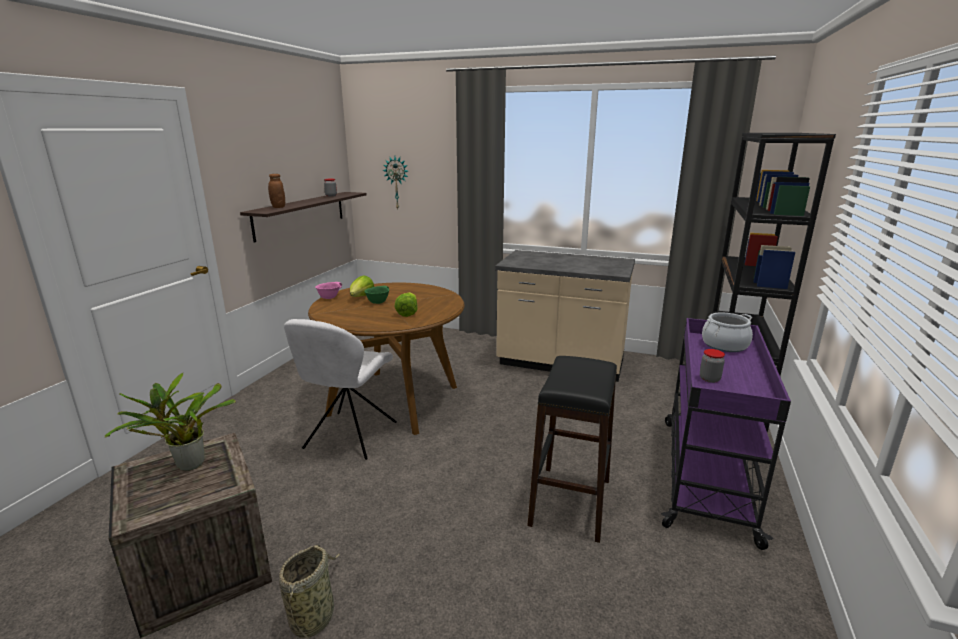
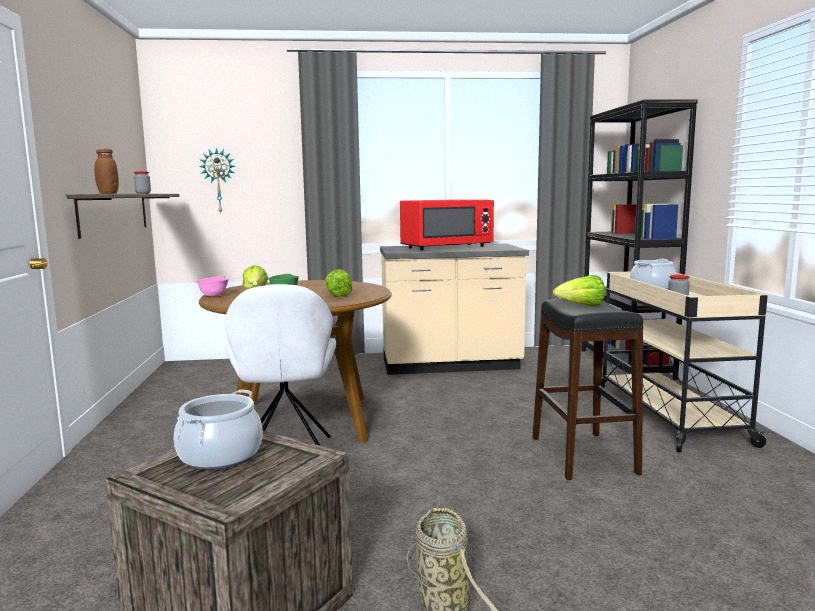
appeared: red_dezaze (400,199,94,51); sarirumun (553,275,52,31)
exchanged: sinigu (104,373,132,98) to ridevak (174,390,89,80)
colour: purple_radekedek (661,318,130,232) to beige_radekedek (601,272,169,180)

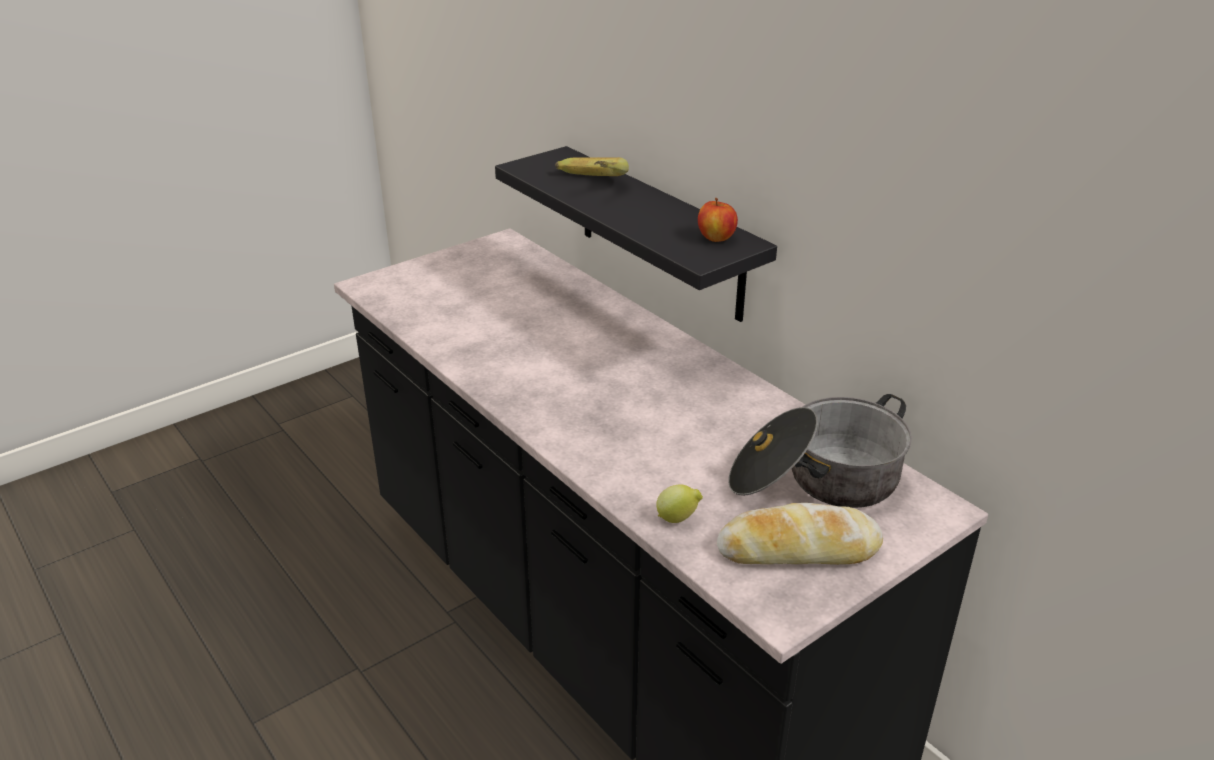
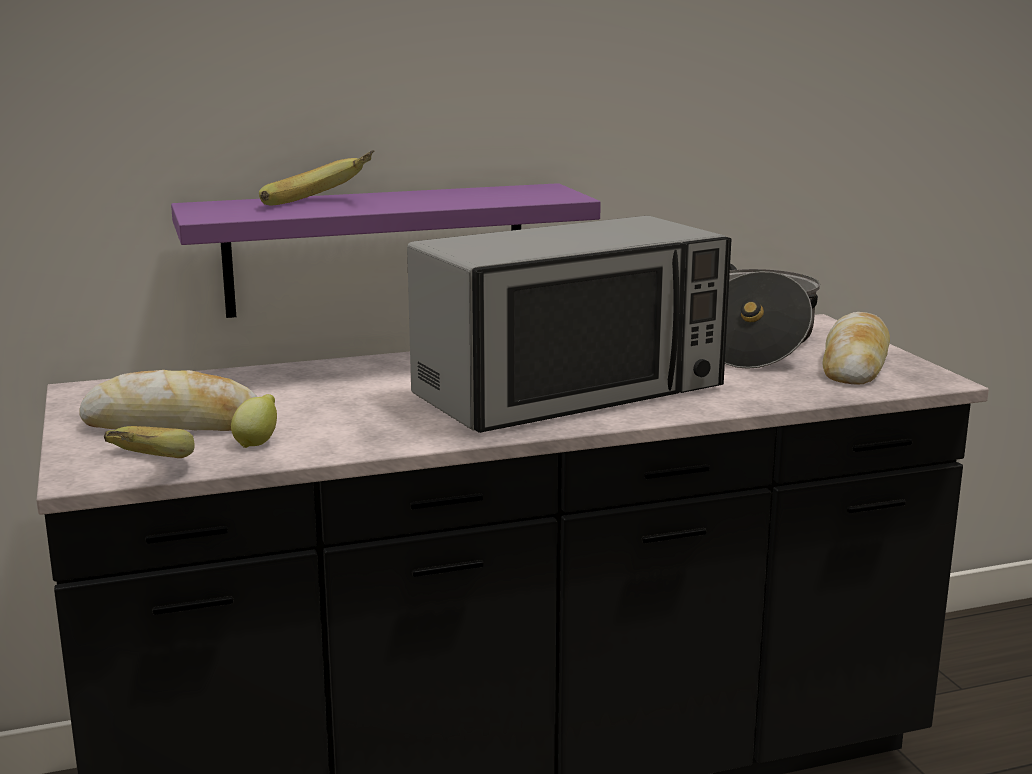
missing: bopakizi (698,198,40,44)
appeared: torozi (79,370,178,61); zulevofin (104,426,91,32); dezaze (407,216,324,217)
relocated: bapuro (656,484,47,39) to (231,394,46,54)
colour: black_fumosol (495,146,282,176) to purple_fumosol (171,183,430,135)

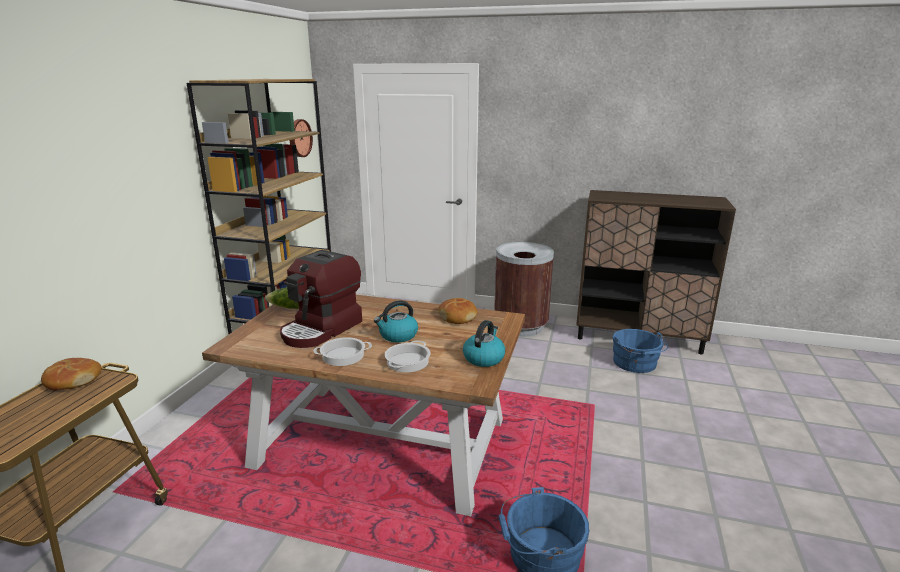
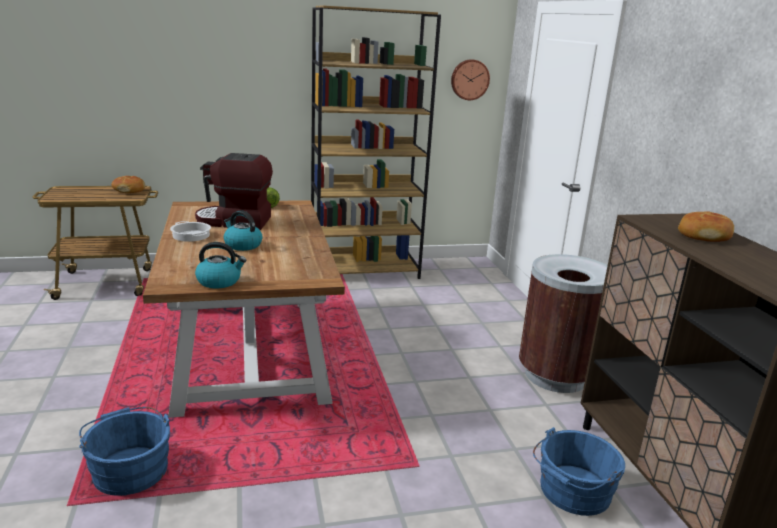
missing: ridevak (385,341,46,31)
relocated: torozi (439,298,38,26) to (678,211,56,31)

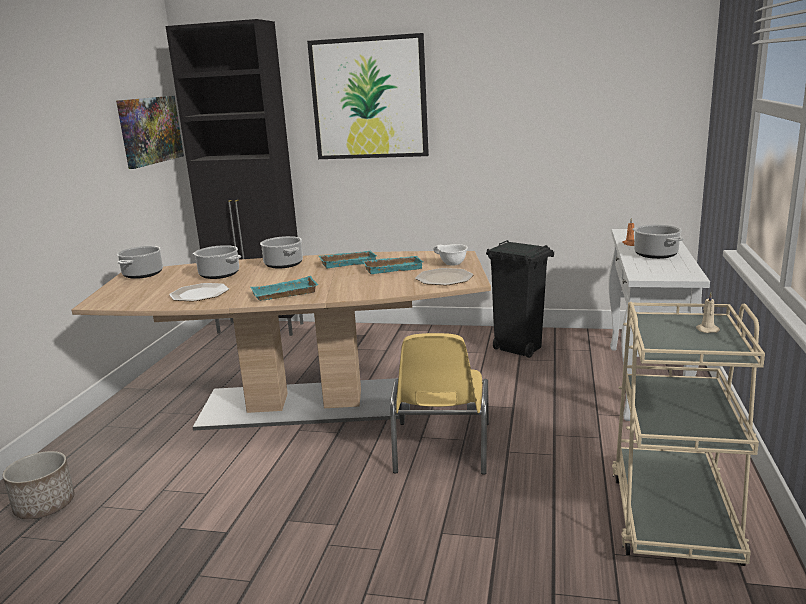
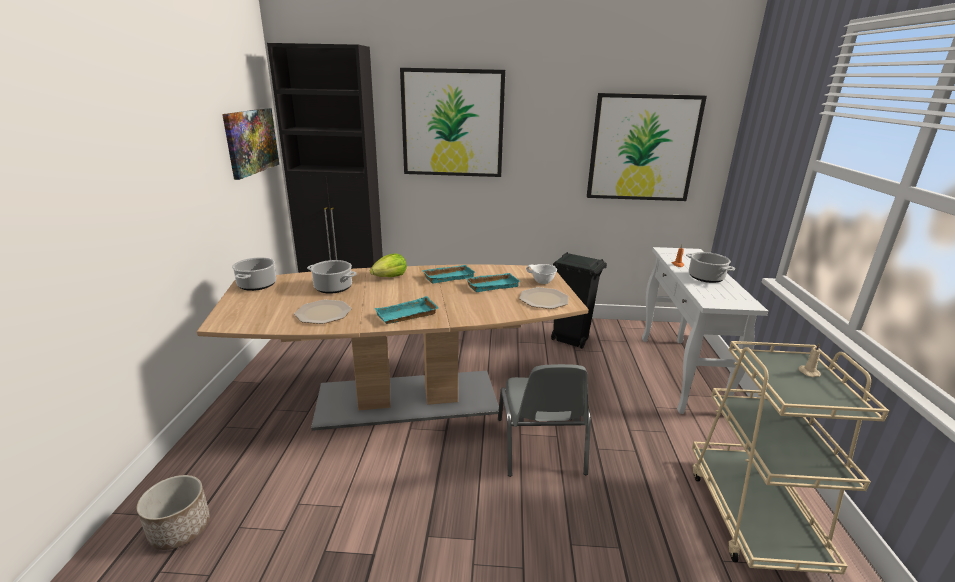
appeared: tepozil (587,93,120,108)
exchanged: ridevak (260,236,43,32) to sarirumun (370,254,37,23)
colour: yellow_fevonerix (390,333,99,142) to grey_fevonerix (498,364,93,113)

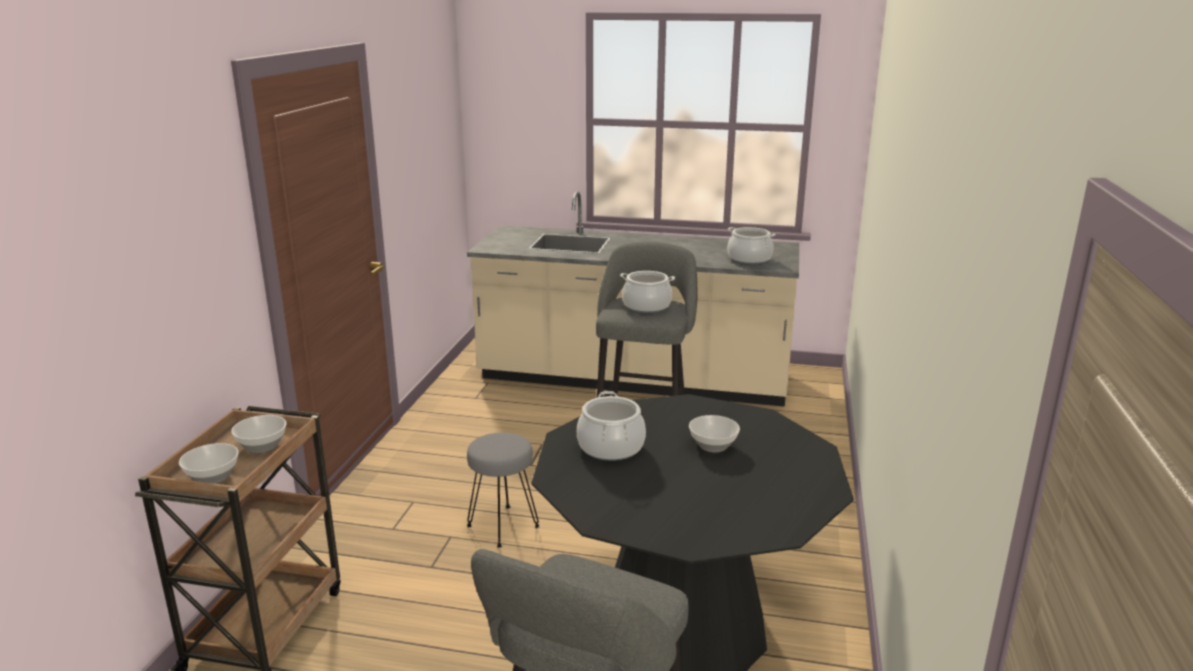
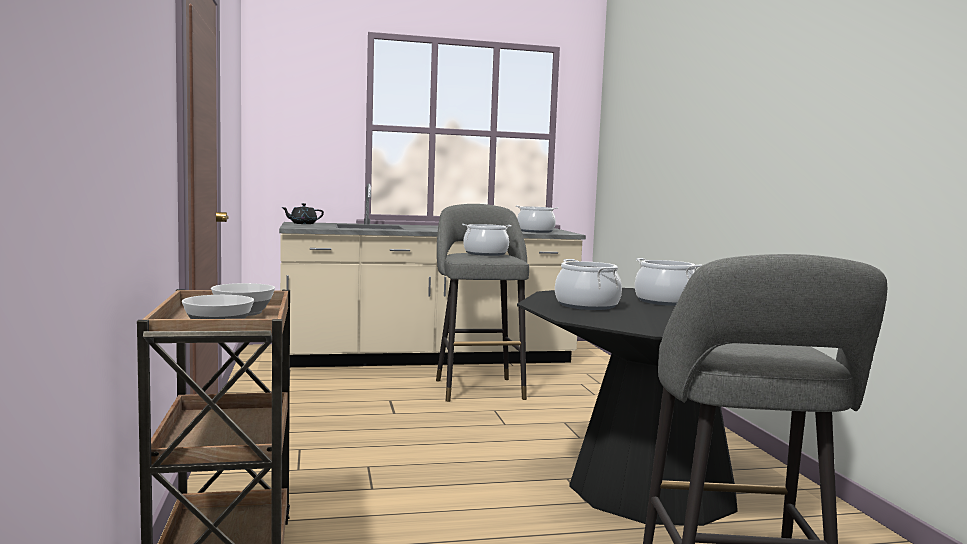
missing: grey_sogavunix (467,432,73,116)
appeared: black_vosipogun (281,203,43,21)
exchanged: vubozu (689,415,51,37) to ridevak (635,258,67,48)

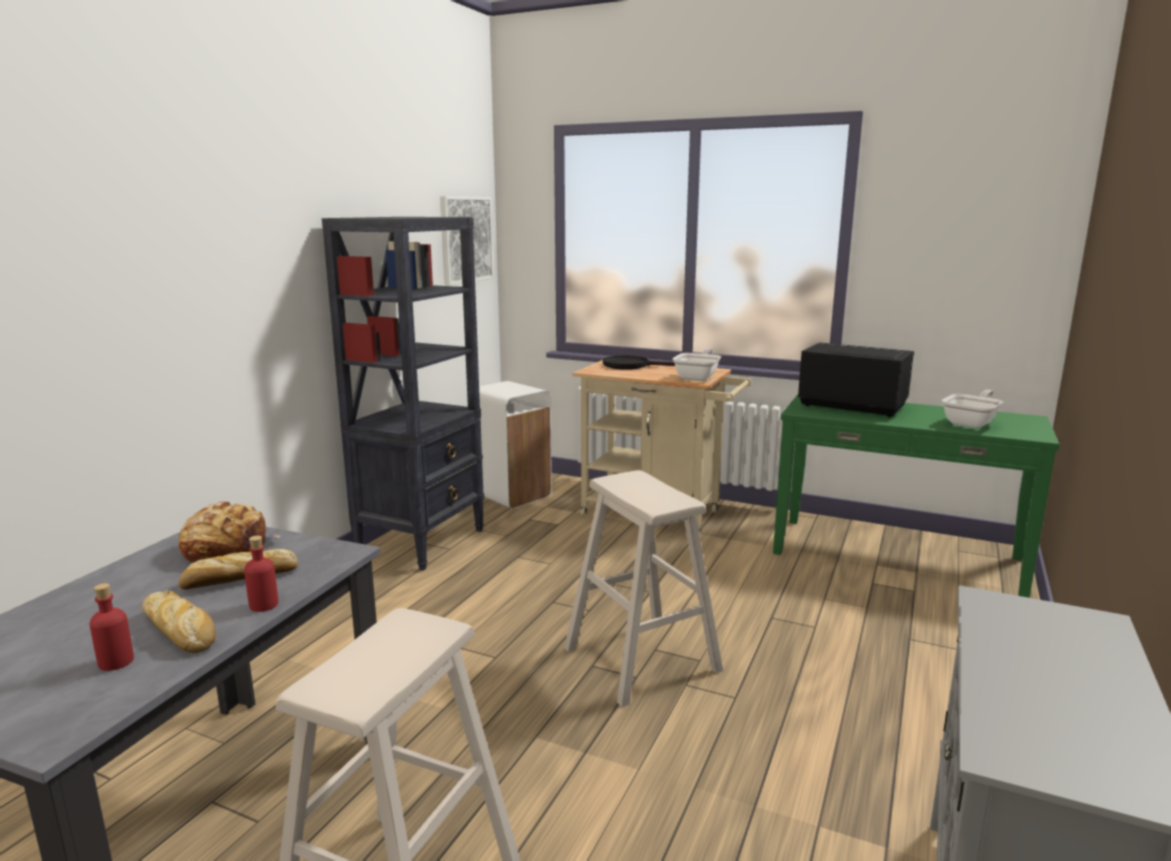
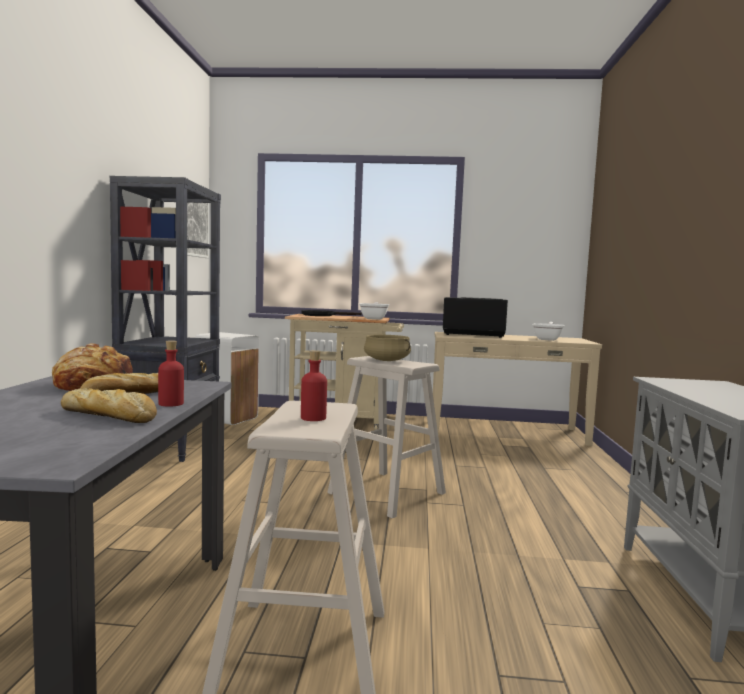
appeared: beige_ridevak (364,335,47,26)
relocated: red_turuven (90,583,44,88) to (301,350,26,71)
colour: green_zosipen (773,395,287,203) to beige_zosipen (433,332,169,114)

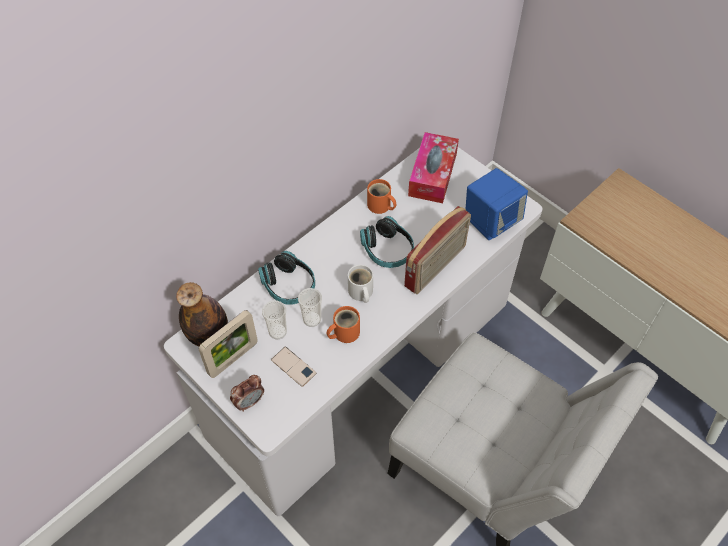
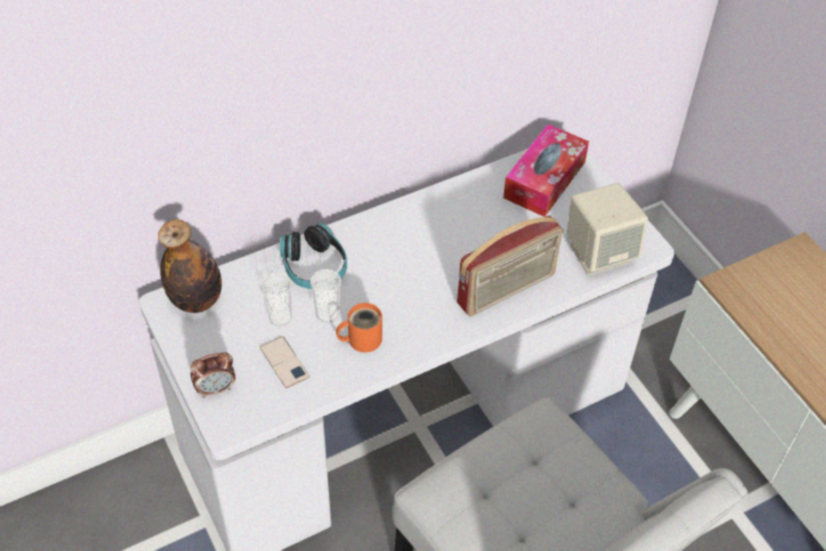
missing: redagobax (199,310,59,68); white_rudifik (348,265,25,38); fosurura (360,216,54,52); orange_rudifik (367,179,29,35)
colour: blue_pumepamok (466,168,62,72) to beige_pumepamok (567,183,81,92)

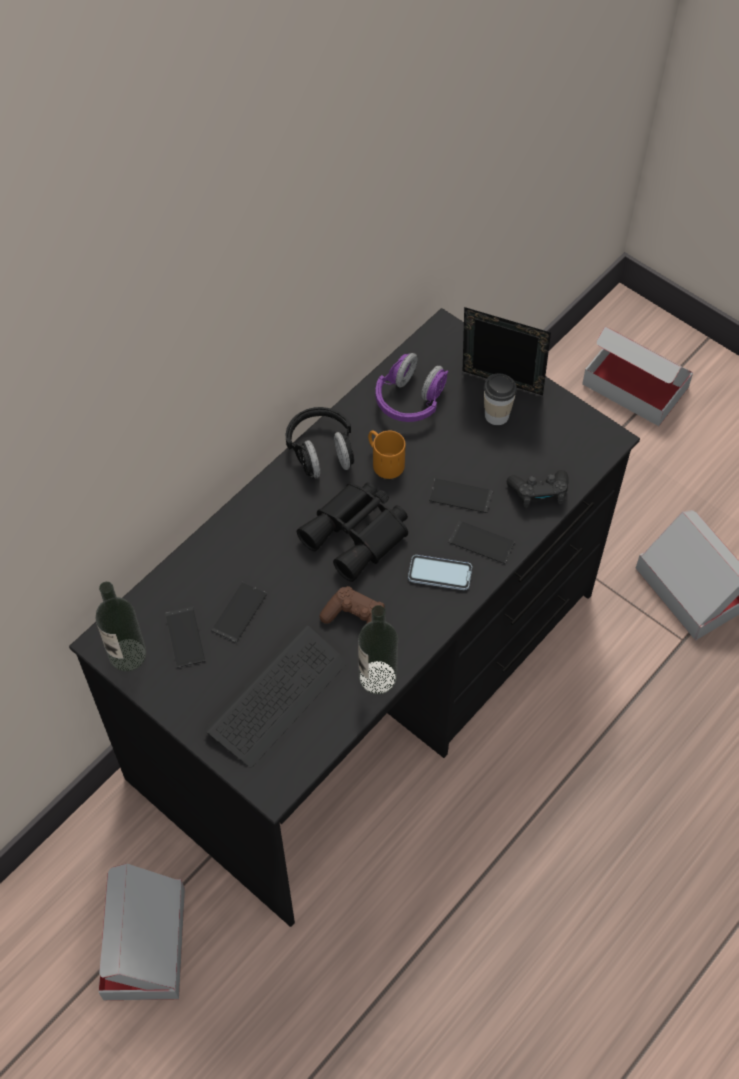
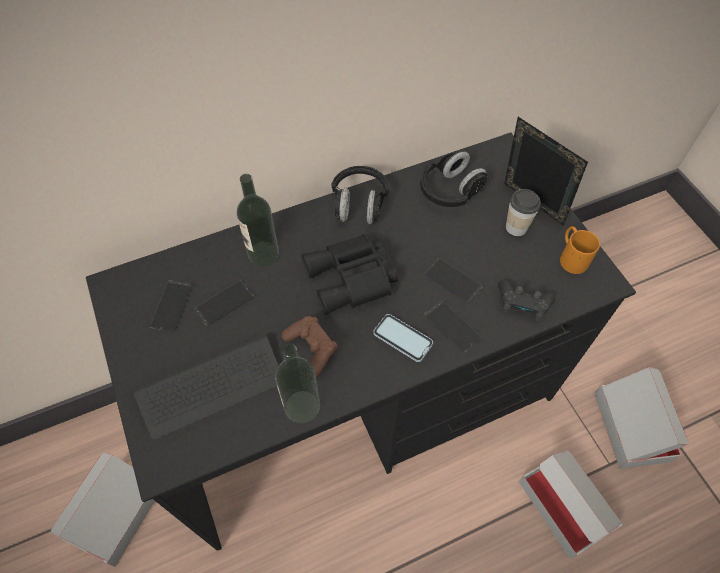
relocated: turuven (95,582,51,89) to (237,174,42,92); orange_rudifik (368,431,38,48) to (560,226,40,48); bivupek (582,326,111,100) to (519,449,104,110)
colour: purple_fosurura (375,353,73,69) to black_fosurura (420,151,70,56)

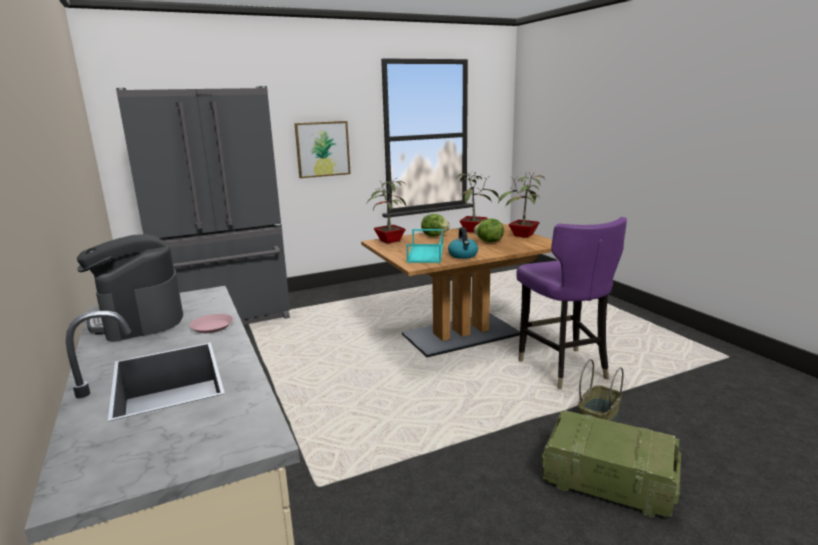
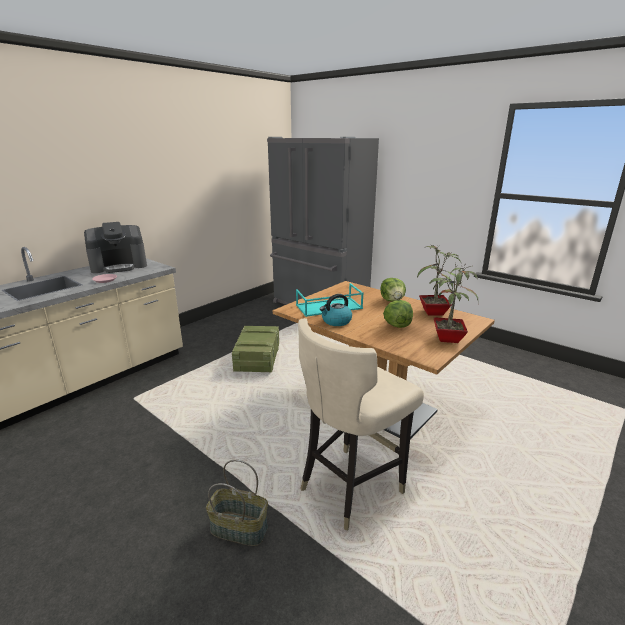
missing: tepozil (294,121,57,57); sinigu (366,177,40,66)
relocated: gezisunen (541,410,140,107) to (232,326,47,46)
colour: purple_fevonerix (516,217,111,172) to beige_fevonerix (298,318,126,213)
spun: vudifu (77,234,106,108) = (84,222,63,51) 150 degrees counterclockwise

